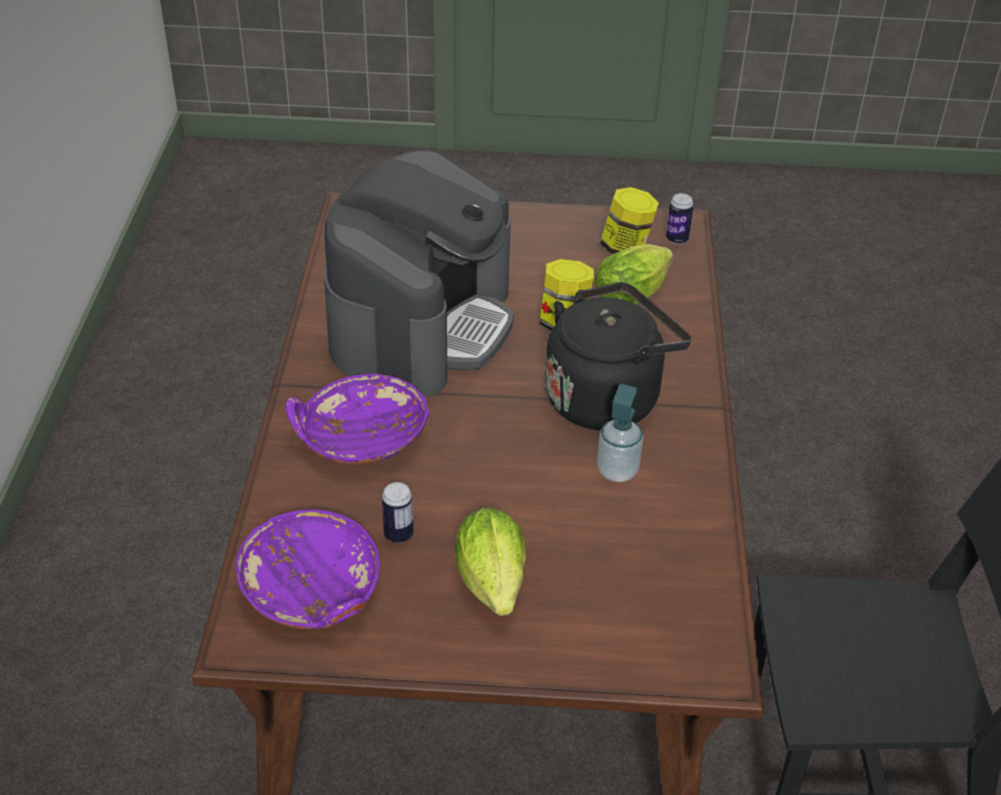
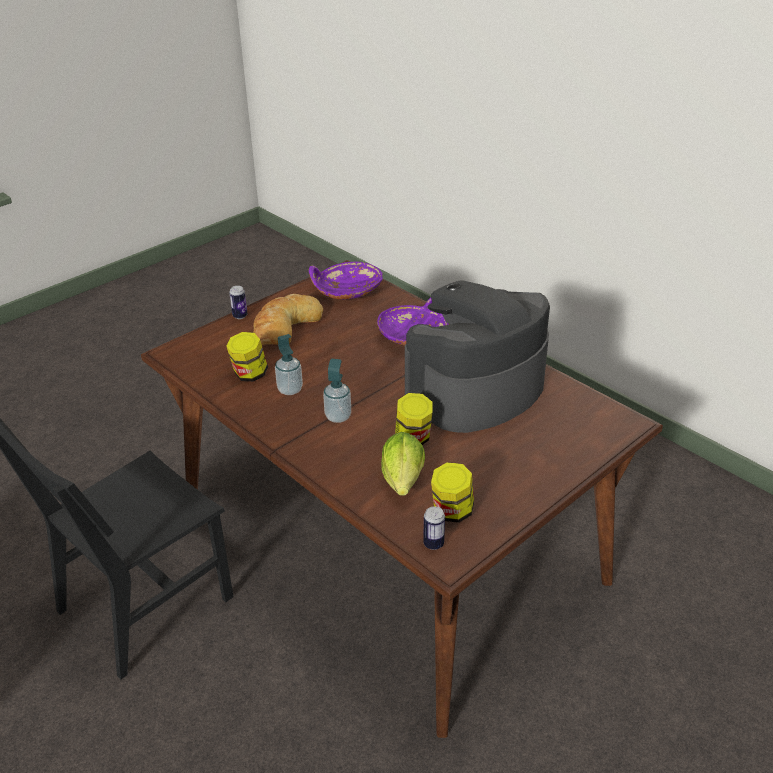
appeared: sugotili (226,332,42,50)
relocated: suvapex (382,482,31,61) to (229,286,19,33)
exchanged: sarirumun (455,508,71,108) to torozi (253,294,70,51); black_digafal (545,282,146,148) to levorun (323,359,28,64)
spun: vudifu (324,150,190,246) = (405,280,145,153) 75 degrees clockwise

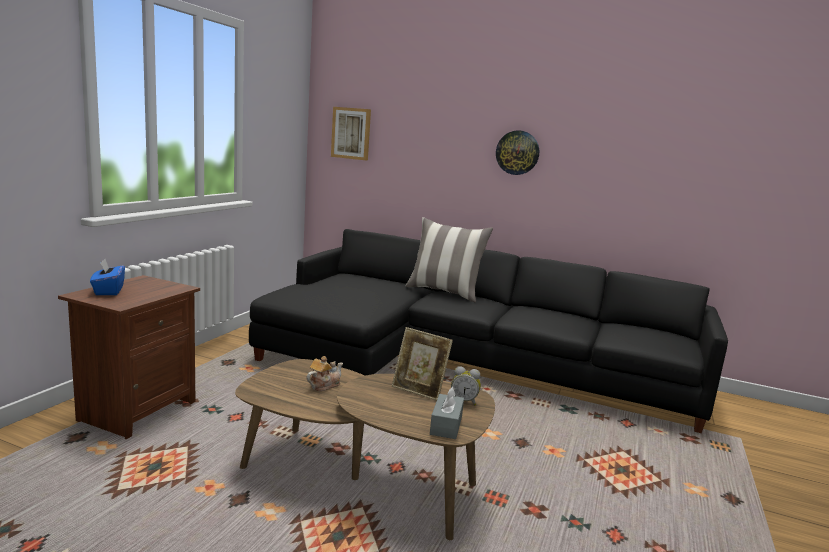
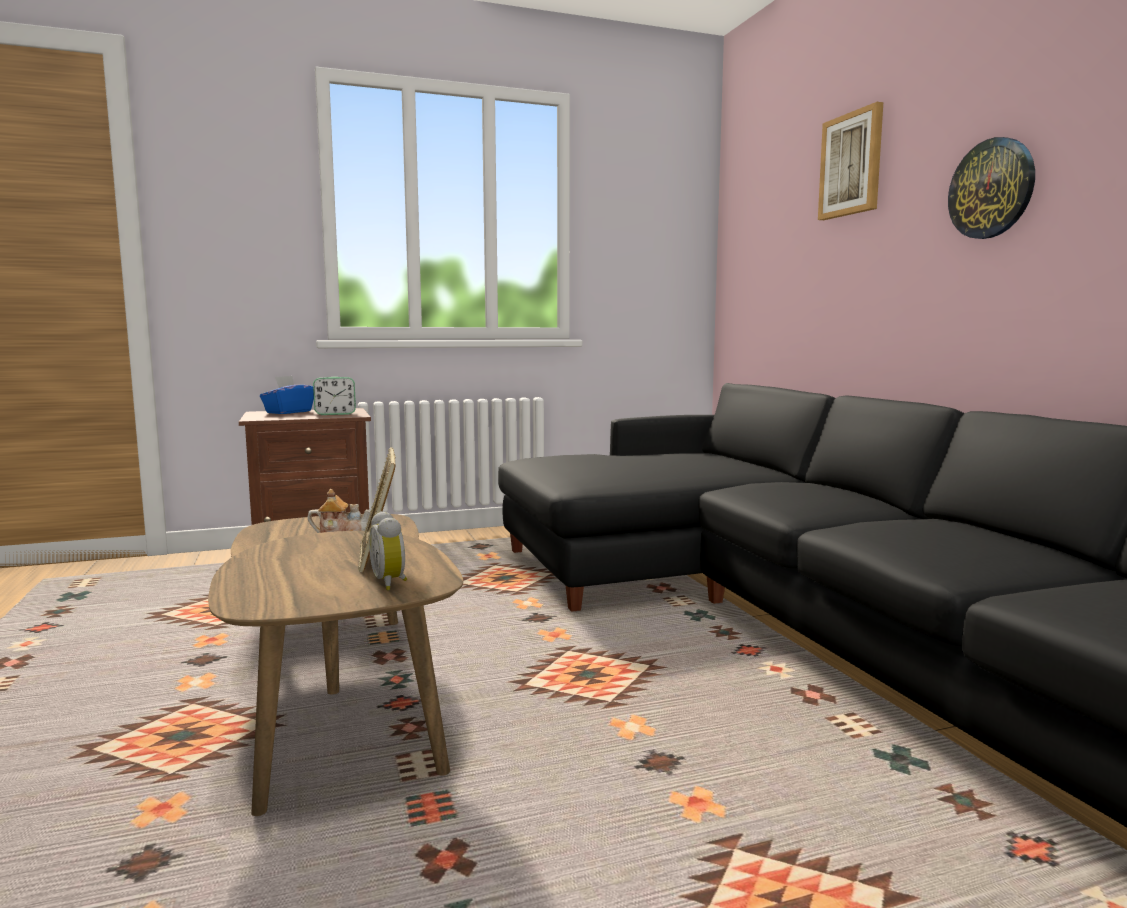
missing: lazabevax (406,217,87,85); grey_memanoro (430,387,34,52)
appeared: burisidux (313,377,43,38)
relocated: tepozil (331,107,40,53) to (818,102,65,118)

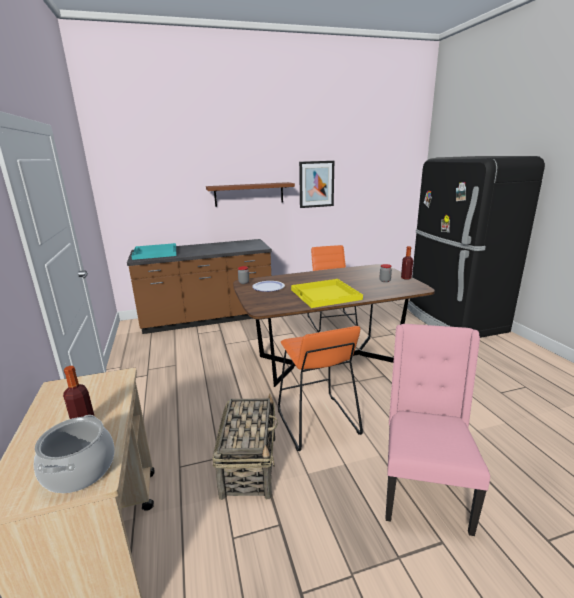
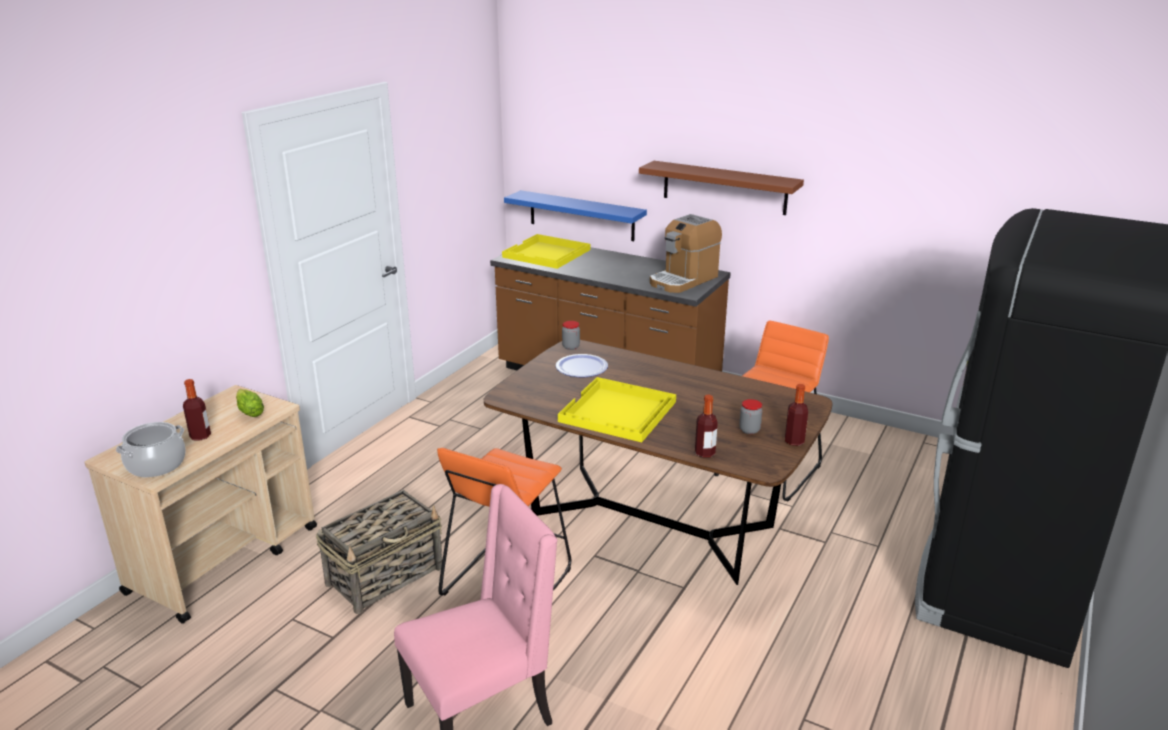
missing: tepozil (299,161,35,47)
appeared: sarirumun (236,389,28,28); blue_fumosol (504,190,143,51); vudifu (650,214,72,79); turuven (695,395,23,63)
colour: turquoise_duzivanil (131,243,45,17) to yellow_duzivanil (502,234,89,35)

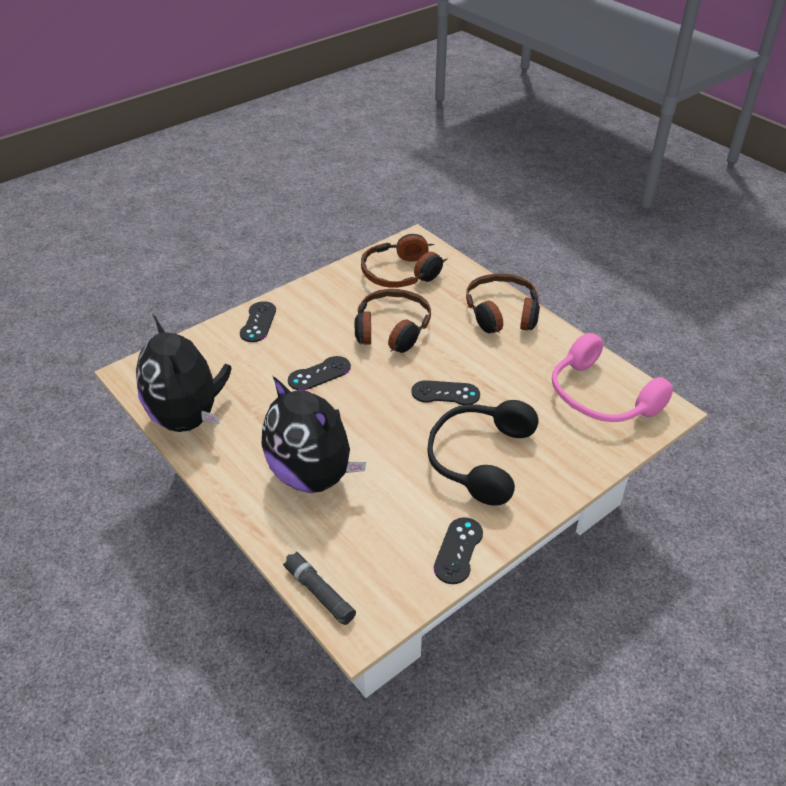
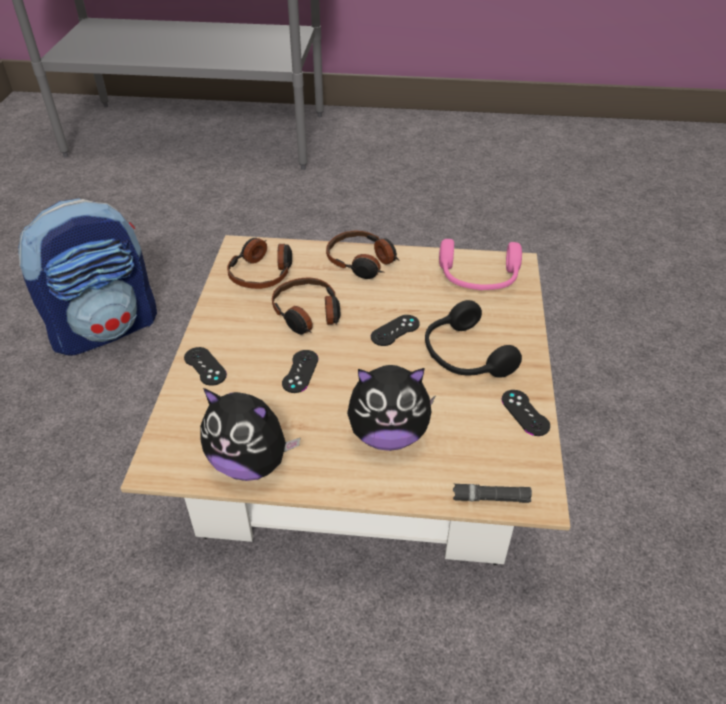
appeared: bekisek (18,198,139,158)

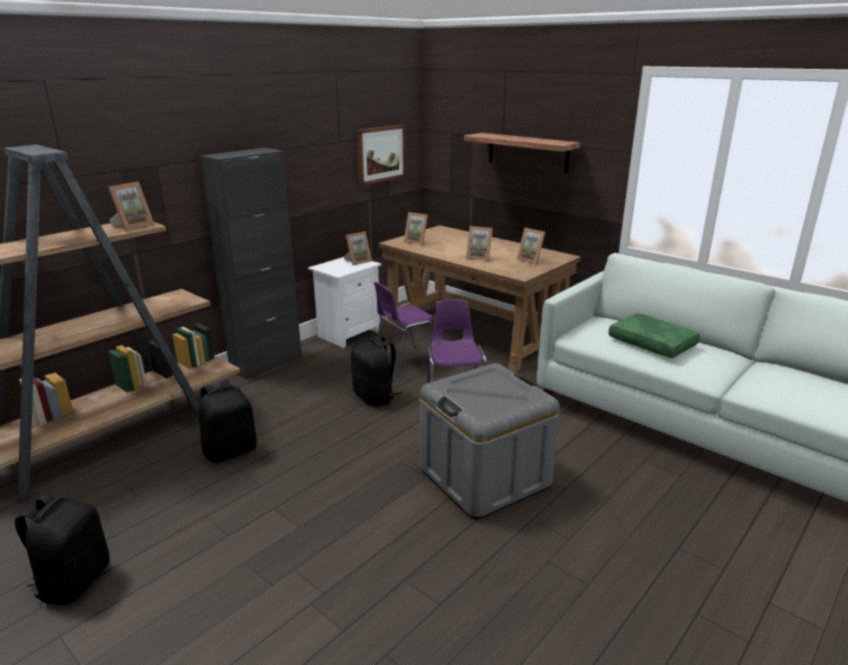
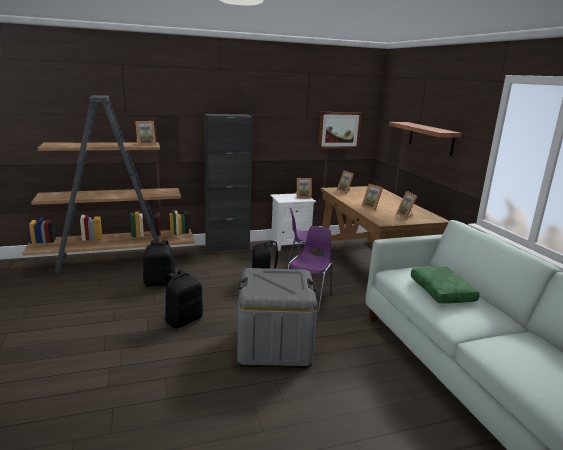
relocated: black_bekisek (15,493,95,112) to (164,269,39,59)

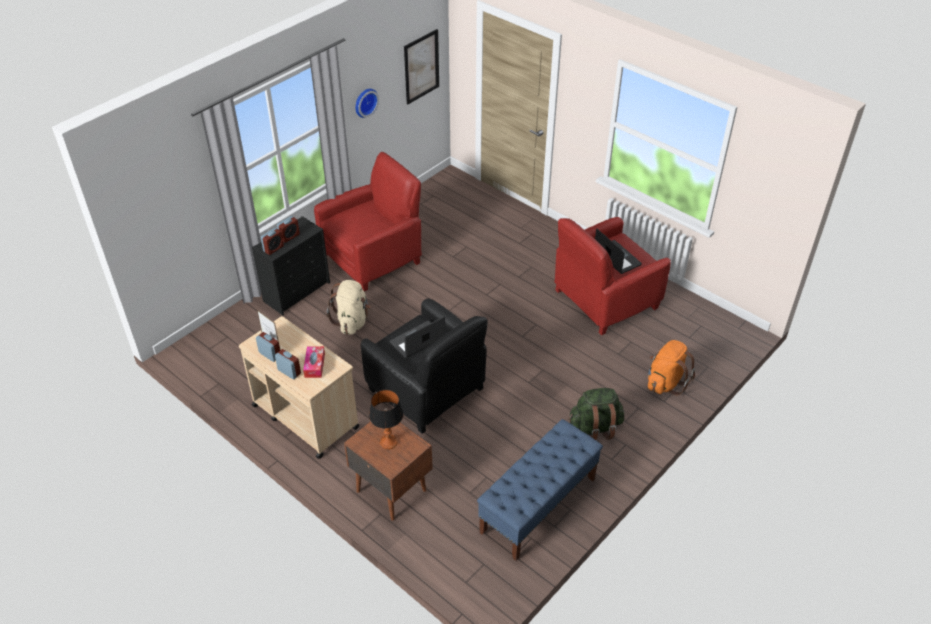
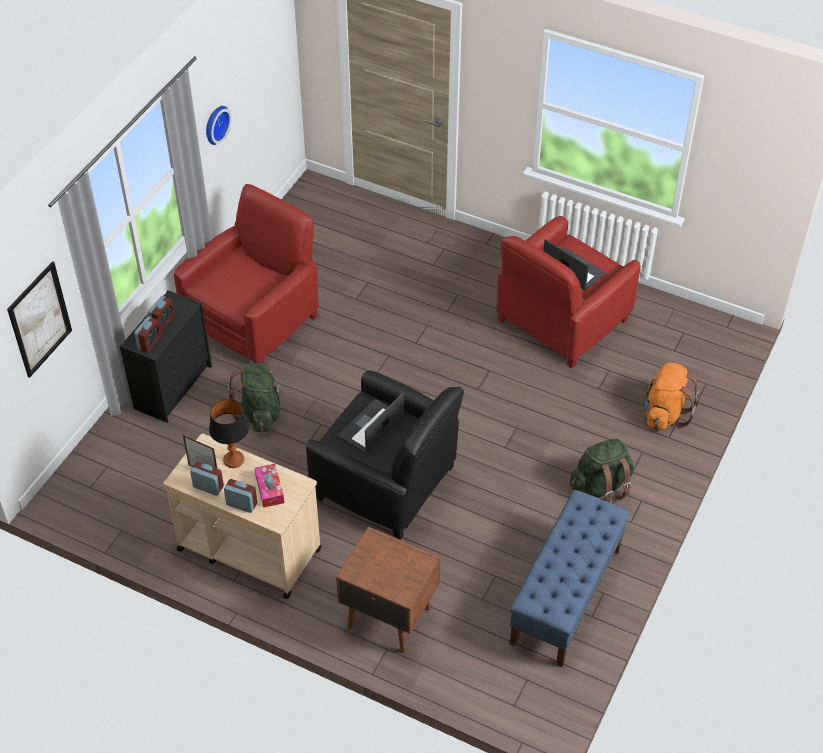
relocated: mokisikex (369,390,34,60) to (209,399,40,69); tepozil (404,29,35,76) to (7,261,65,117)
colour: beige_bekisek (326,280,45,55) to green_bekisek (228,363,57,69)

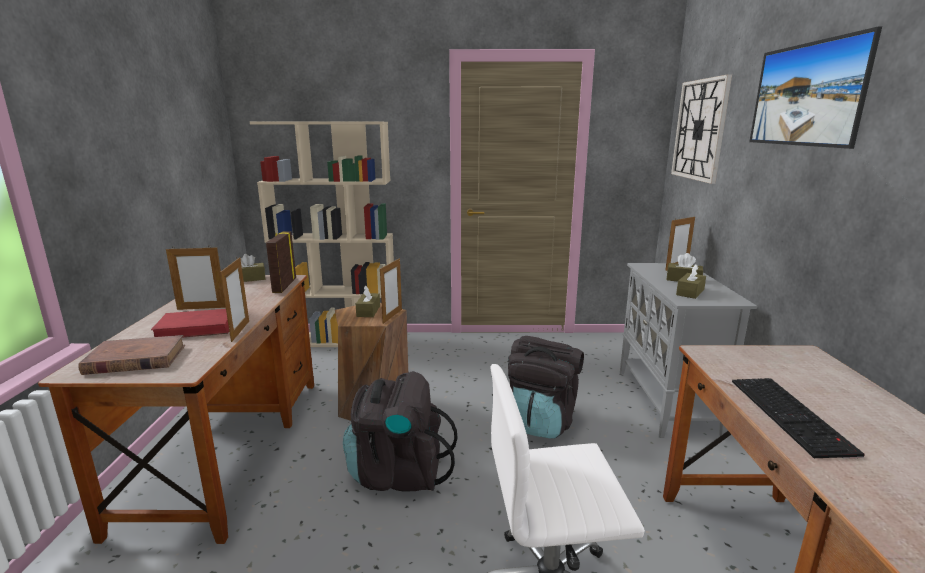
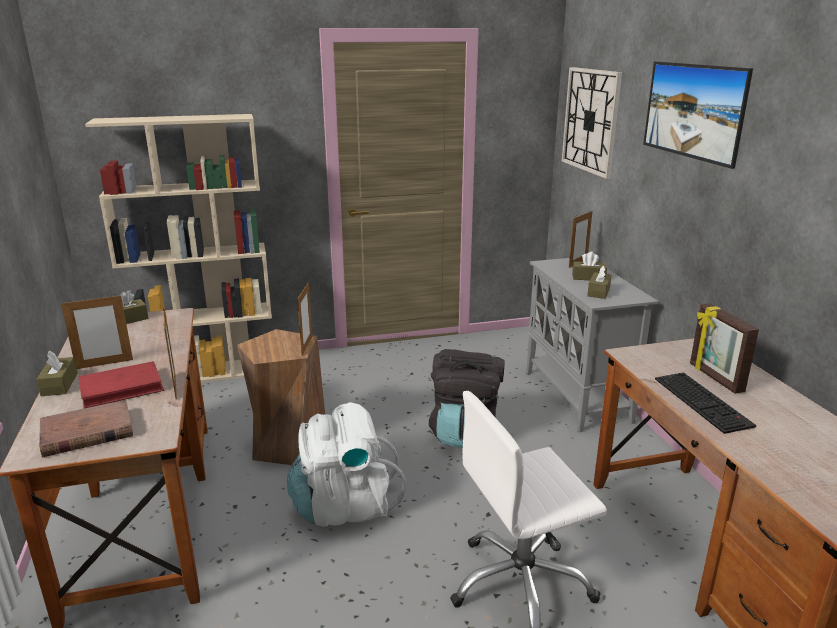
relocated: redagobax (266,231,30,62) to (690,303,69,91); brown_memanoro (356,286,24,31) to (36,351,42,45)
colour: black_bekisek (343,371,115,121) to white_bekisek (287,402,119,125)

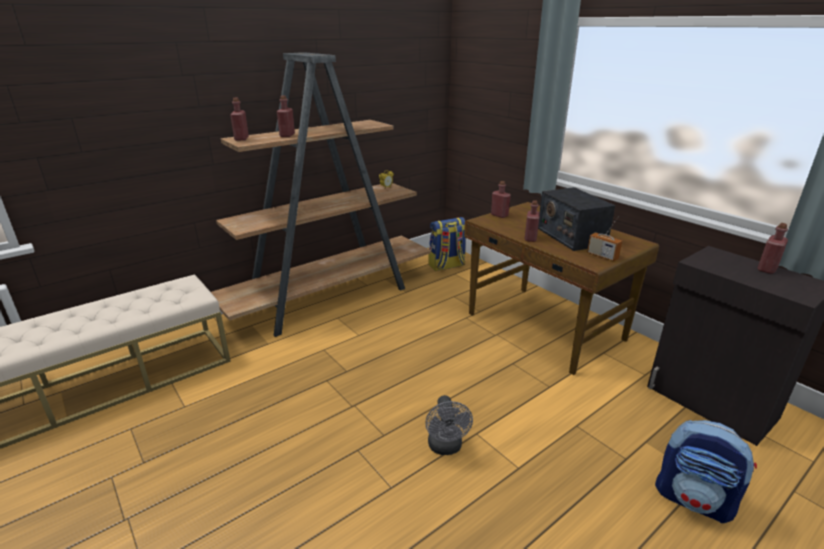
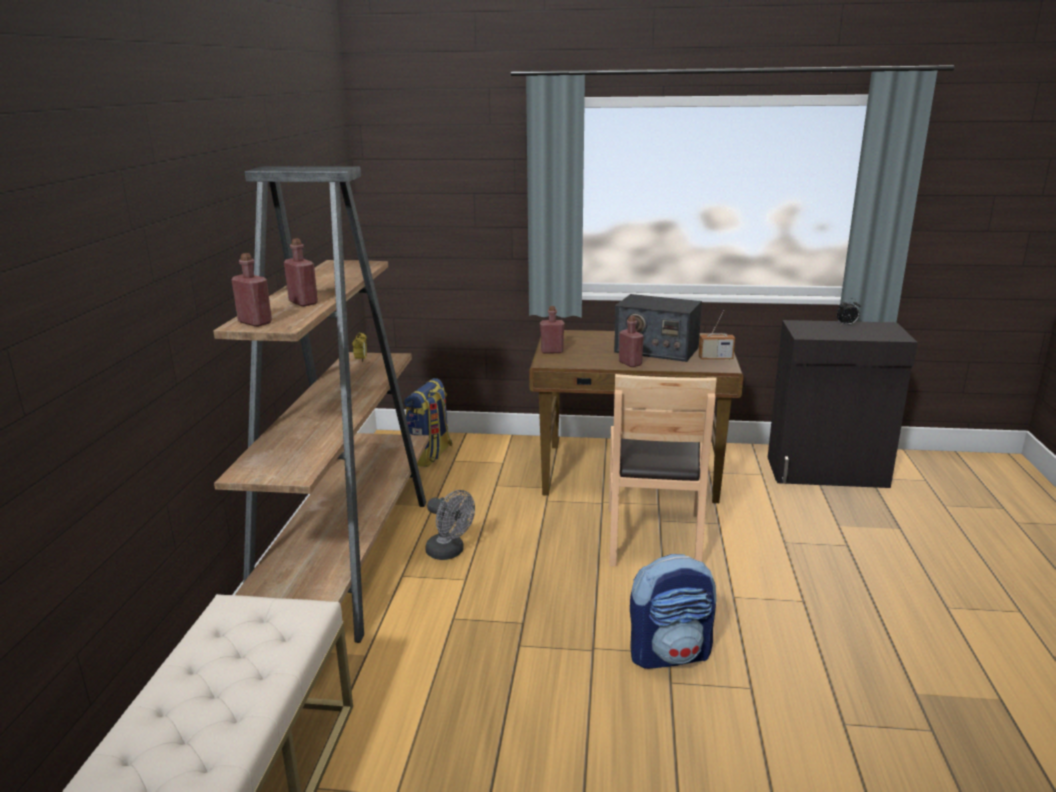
appeared: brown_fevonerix (609,374,108,192)
relocated: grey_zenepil (425,395,48,60) to (425,490,50,70); bekisek (655,420,102,103) to (630,554,86,115)
exchanged: red_turuven (757,223,31,51) to burisidux (837,298,23,27)

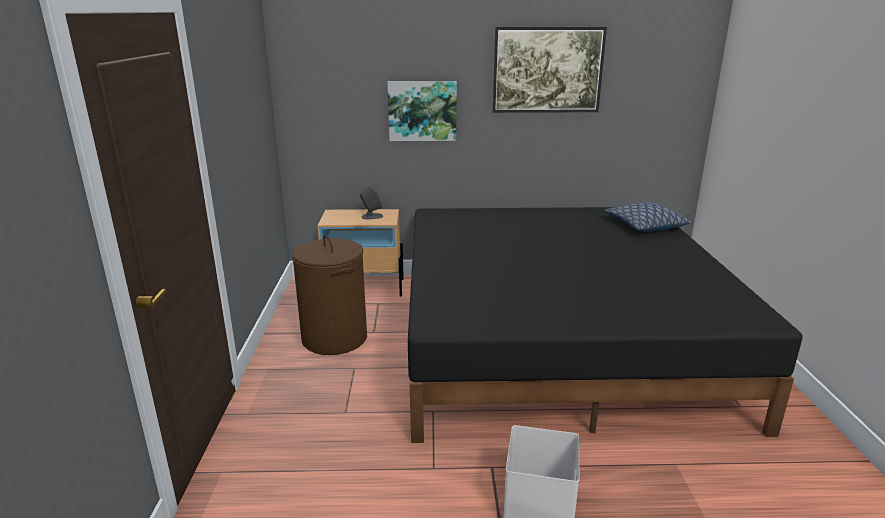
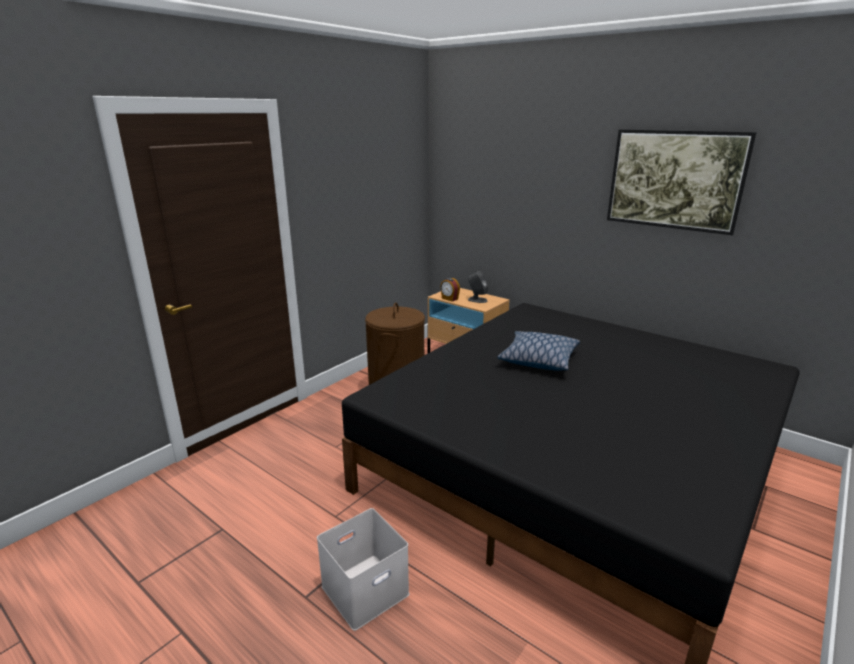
missing: tepozil (388,81,69,60)
appeared: burisidux (440,278,20,24)
relocated: lazabevax (604,202,87,30) to (497,331,83,40)

